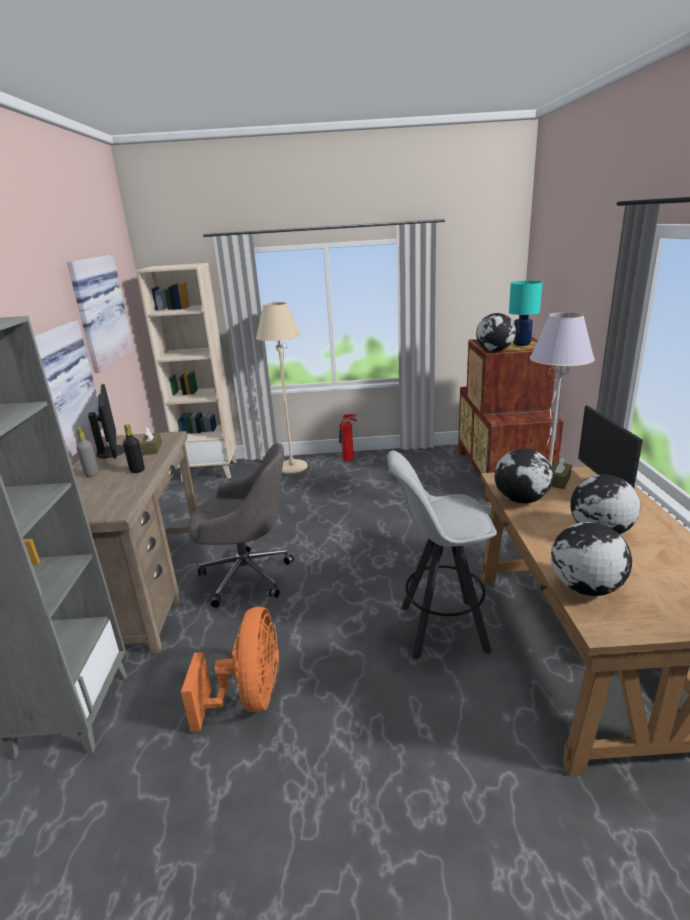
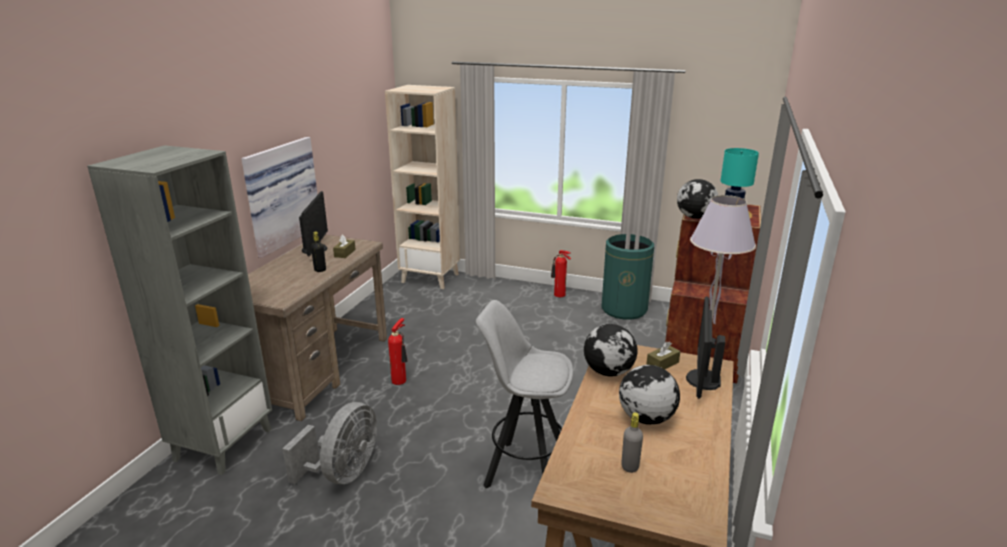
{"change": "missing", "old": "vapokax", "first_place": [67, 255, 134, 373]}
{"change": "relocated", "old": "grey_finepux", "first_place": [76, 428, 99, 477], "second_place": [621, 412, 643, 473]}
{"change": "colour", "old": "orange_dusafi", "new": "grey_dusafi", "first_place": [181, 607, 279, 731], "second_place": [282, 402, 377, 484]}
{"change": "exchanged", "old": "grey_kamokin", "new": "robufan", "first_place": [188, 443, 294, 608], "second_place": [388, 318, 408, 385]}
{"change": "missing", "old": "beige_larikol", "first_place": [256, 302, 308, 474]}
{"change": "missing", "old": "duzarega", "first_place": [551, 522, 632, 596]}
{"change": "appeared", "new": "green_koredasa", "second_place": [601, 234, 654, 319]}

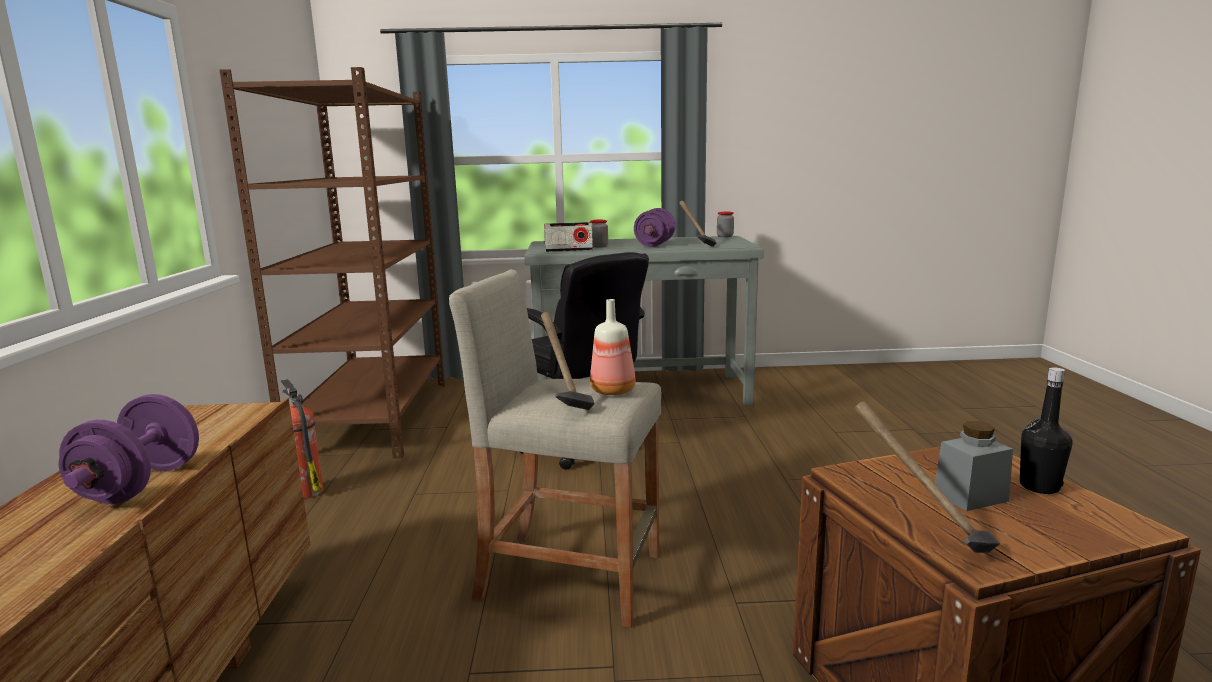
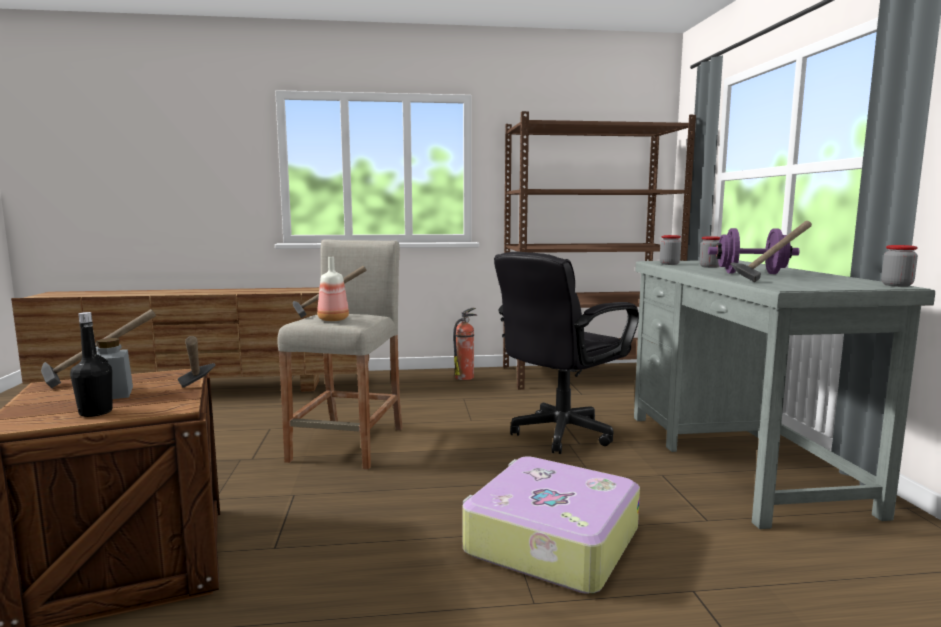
{"change": "missing", "old": "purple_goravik", "first_place": [59, 394, 199, 504]}
{"change": "exchanged", "old": "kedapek", "new": "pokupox", "first_place": [544, 222, 593, 252], "second_place": [660, 235, 681, 265]}
{"change": "appeared", "new": "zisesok", "second_place": [178, 336, 216, 388]}
{"change": "appeared", "new": "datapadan", "second_place": [463, 456, 640, 594]}

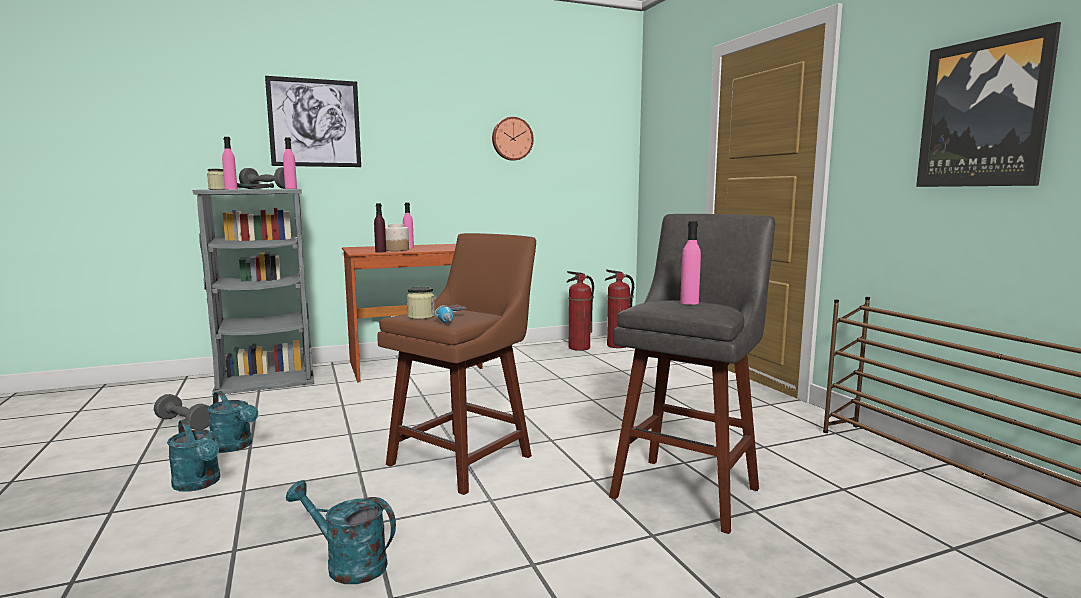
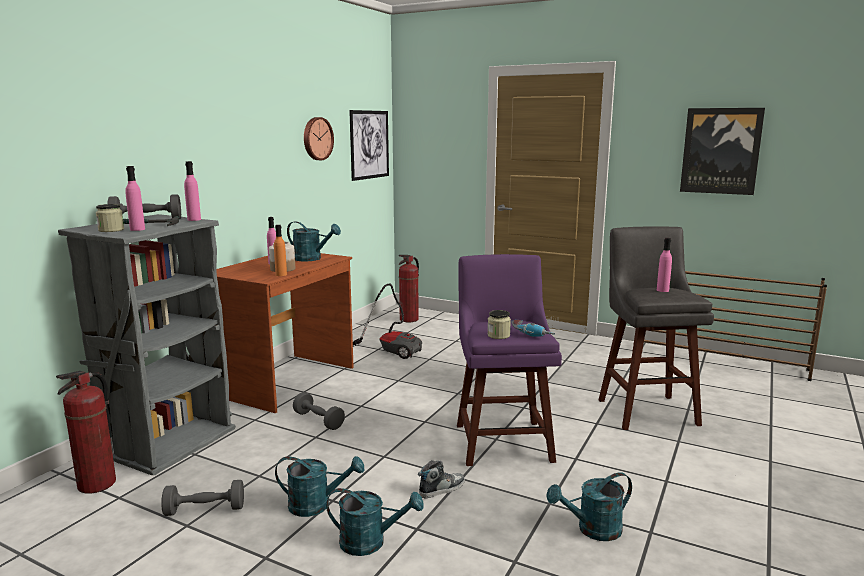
{"change": "relocated", "old": "vapokax", "first_place": [265, 76, 361, 167], "second_place": [349, 110, 389, 181]}
{"change": "colour", "old": "purple_finepux", "new": "orange_finepux", "first_place": [374, 203, 386, 252], "second_place": [274, 225, 287, 276]}
{"change": "colour", "old": "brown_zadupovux", "new": "purple_zadupovux", "first_place": [378, 233, 536, 495], "second_place": [457, 254, 562, 466]}
{"change": "relocated", "old": "robufan", "first_place": [566, 271, 594, 351], "second_place": [56, 371, 116, 494]}
{"change": "appeared", "new": "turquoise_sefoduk", "second_place": [287, 221, 341, 261]}
{"change": "appeared", "new": "grey_goravik", "second_place": [293, 392, 345, 430]}
{"change": "appeared", "new": "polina", "second_place": [353, 283, 422, 359]}
{"change": "appeared", "new": "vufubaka", "second_place": [418, 460, 465, 499]}

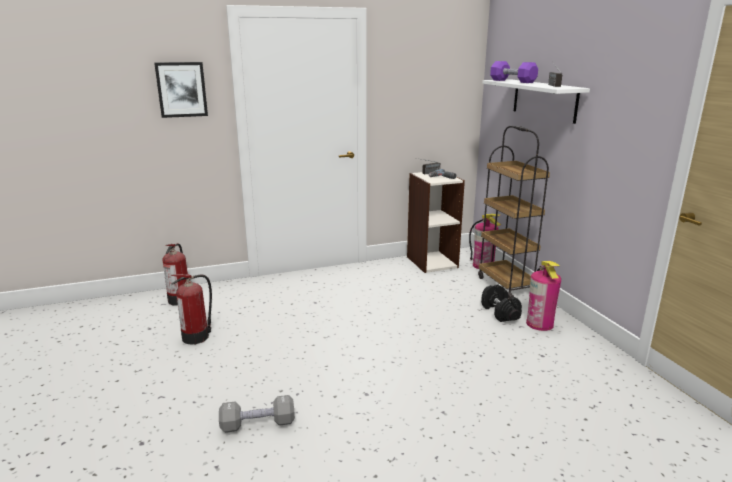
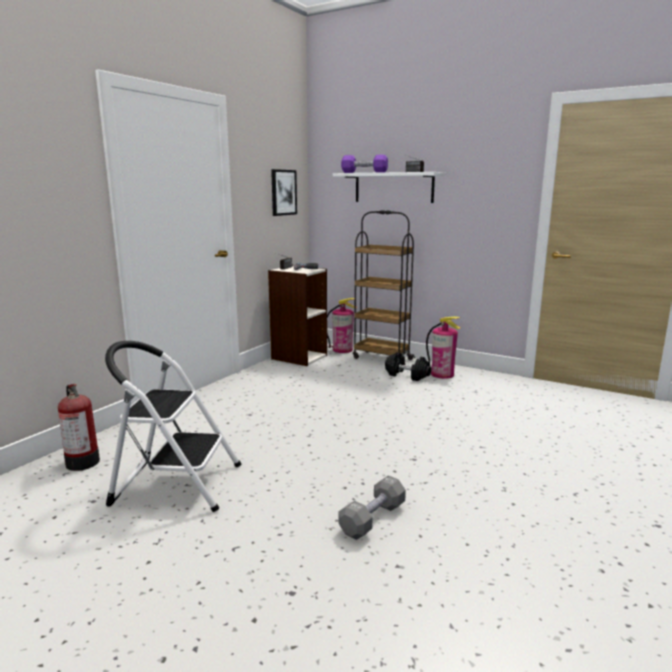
{"change": "relocated", "old": "vapokax", "first_place": [154, 62, 208, 118], "second_place": [271, 169, 297, 216]}
{"change": "exchanged", "old": "robufan", "new": "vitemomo", "first_place": [171, 274, 212, 344], "second_place": [105, 341, 241, 512]}

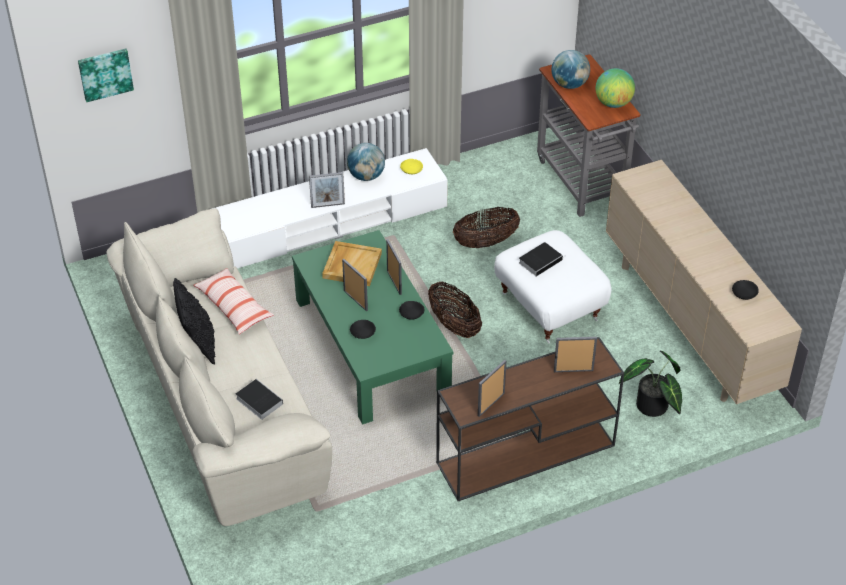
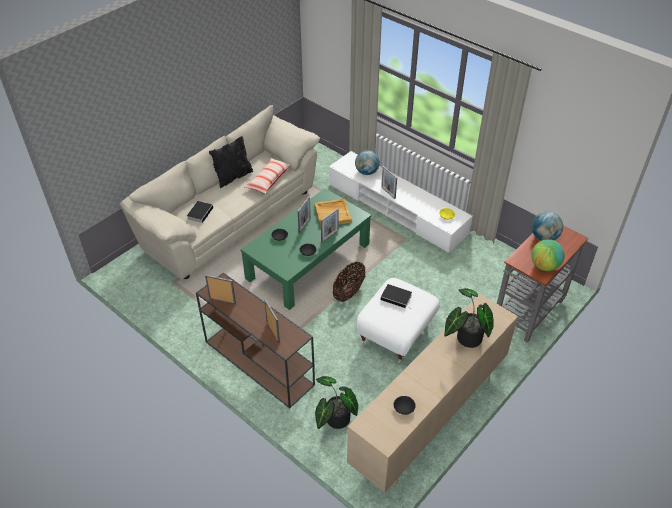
{"change": "missing", "old": "vapokax", "first_place": [78, 49, 134, 102]}
{"change": "relocated", "old": "duzarega", "first_place": [347, 143, 385, 181], "second_place": [355, 150, 380, 175]}
{"change": "missing", "old": "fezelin", "first_place": [453, 207, 520, 248]}
{"change": "appeared", "new": "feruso", "second_place": [444, 288, 494, 348]}

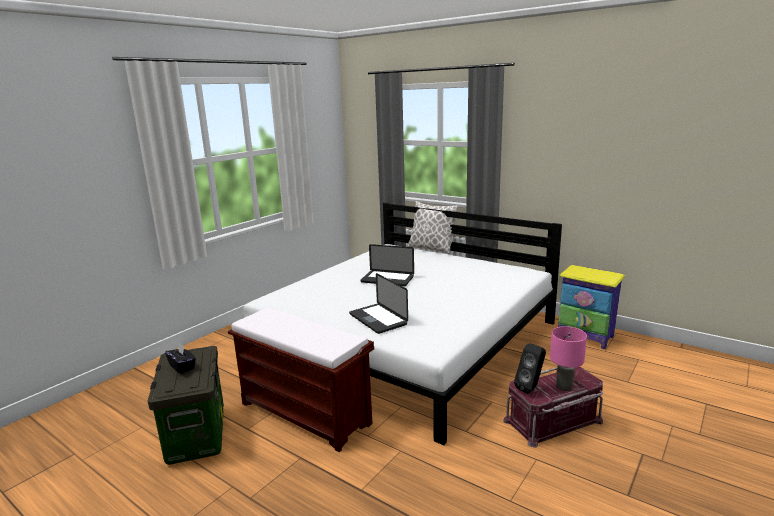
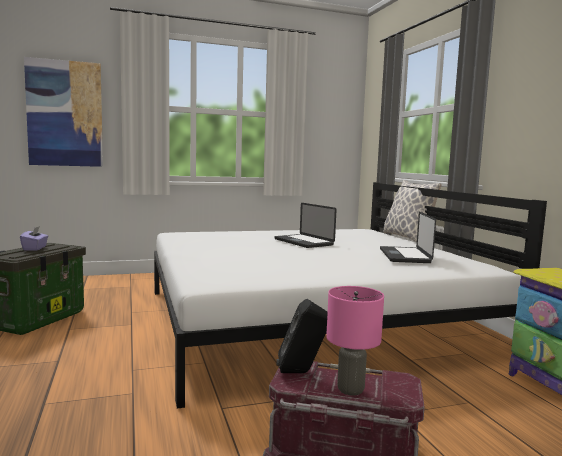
{"change": "colour", "old": "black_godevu", "new": "purple_godevu", "first_place": [165, 344, 196, 374], "second_place": [20, 226, 48, 250]}
{"change": "missing", "old": "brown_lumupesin", "first_place": [228, 307, 374, 452]}
{"change": "relocated", "old": "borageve", "first_place": [349, 273, 408, 334], "second_place": [380, 211, 436, 263]}
{"change": "appeared", "new": "vapokax", "second_place": [24, 57, 103, 167]}

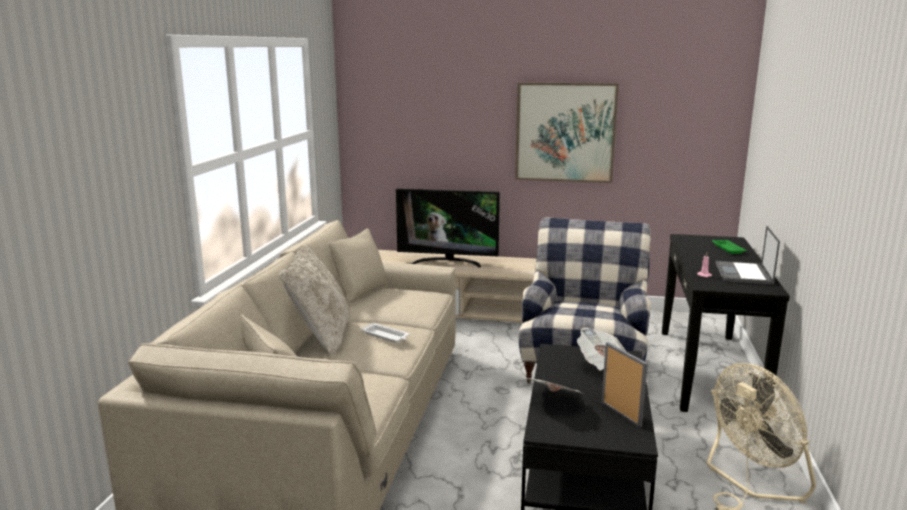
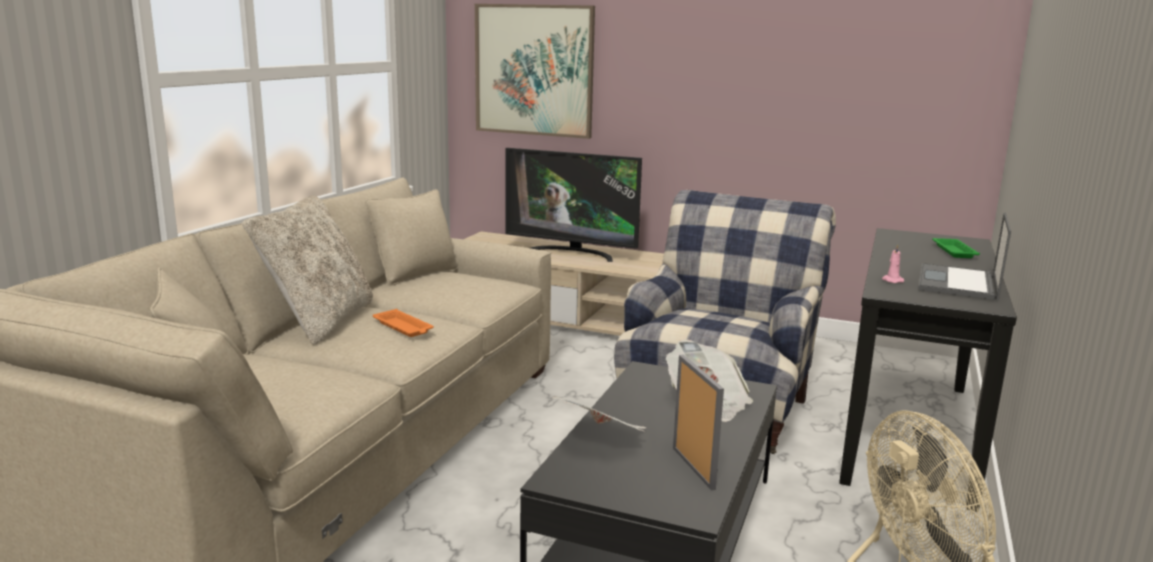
{"change": "colour", "old": "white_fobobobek", "new": "orange_fobobobek", "first_place": [361, 323, 409, 343], "second_place": [373, 309, 434, 337]}
{"change": "relocated", "old": "vapokax", "first_place": [515, 82, 619, 183], "second_place": [475, 4, 595, 139]}

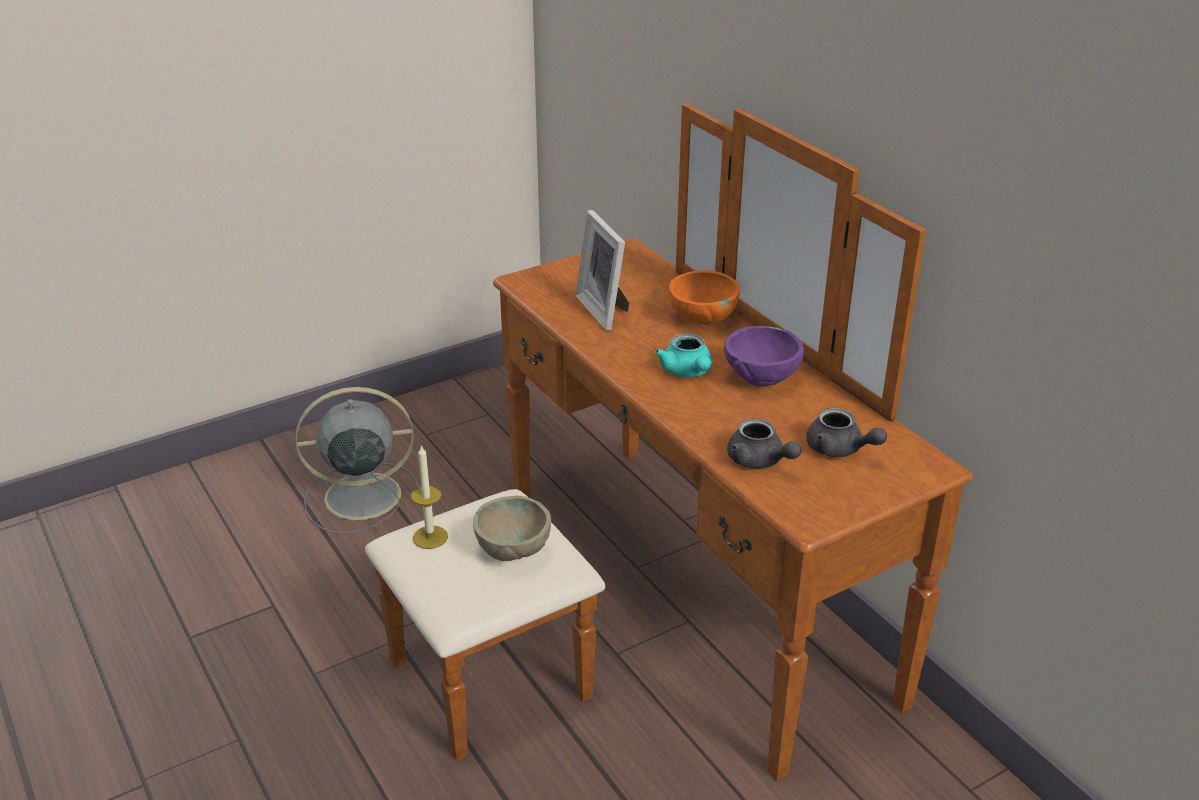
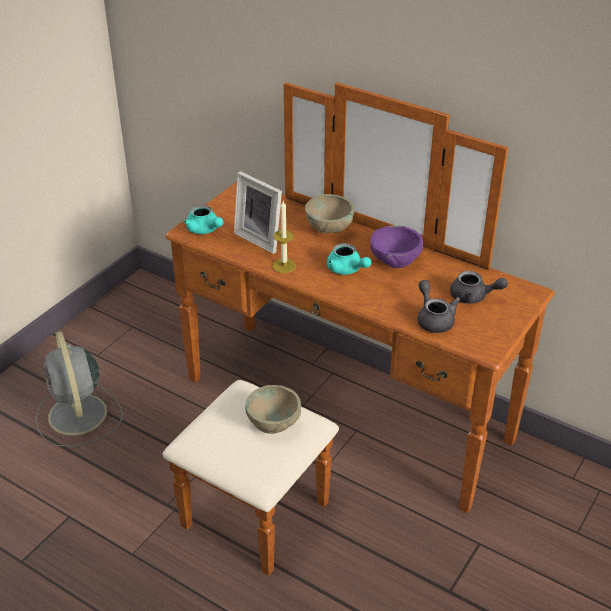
{"change": "spun", "old": "grey_dusafi", "first_place": [296, 387, 419, 534], "second_place": [35, 331, 123, 447], "degrees": -75}
{"change": "relocated", "old": "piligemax", "first_place": [411, 445, 448, 549], "second_place": [272, 201, 296, 273]}
{"change": "colour", "old": "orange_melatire", "new": "beige_melatire", "first_place": [669, 270, 740, 325], "second_place": [305, 194, 354, 234]}
{"change": "spun", "old": "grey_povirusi", "first_place": [727, 418, 802, 469], "second_place": [417, 280, 460, 333], "degrees": -135}
{"change": "appeared", "new": "turquoise_povirusi", "second_place": [184, 205, 223, 234]}

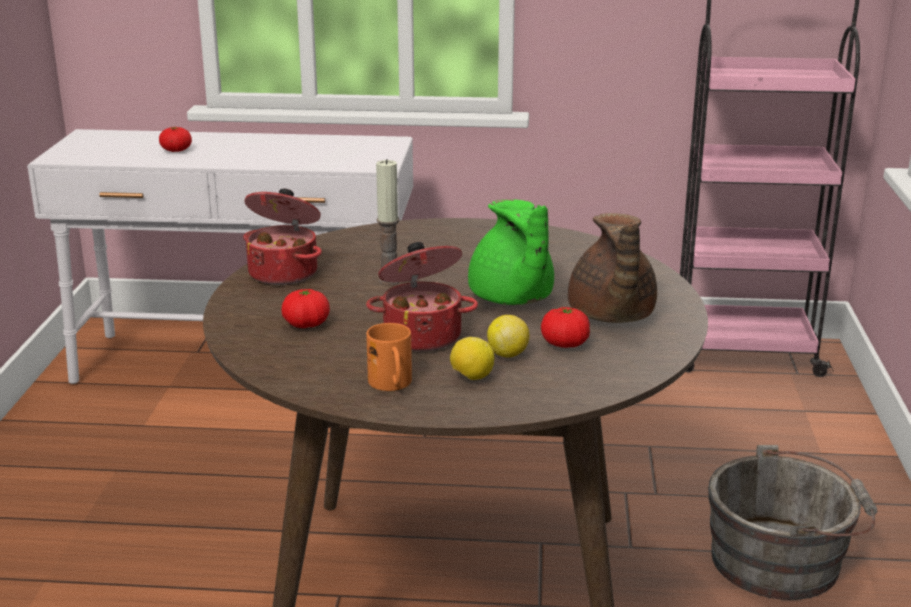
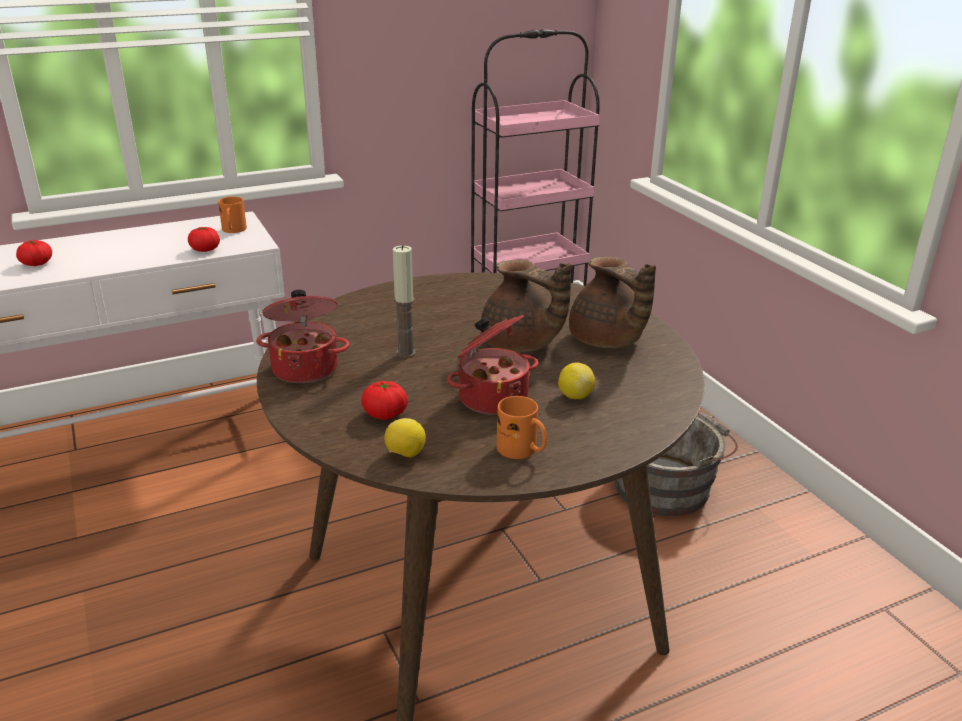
{"change": "relocated", "old": "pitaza", "first_place": [450, 337, 494, 380], "second_place": [384, 418, 425, 458]}
{"change": "colour", "old": "green_povirusi", "new": "brown_povirusi", "first_place": [468, 199, 554, 305], "second_place": [481, 260, 572, 352]}
{"change": "relocated", "old": "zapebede", "first_place": [541, 307, 590, 348], "second_place": [188, 227, 220, 252]}
{"change": "appeared", "new": "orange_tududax", "second_place": [218, 197, 247, 233]}

